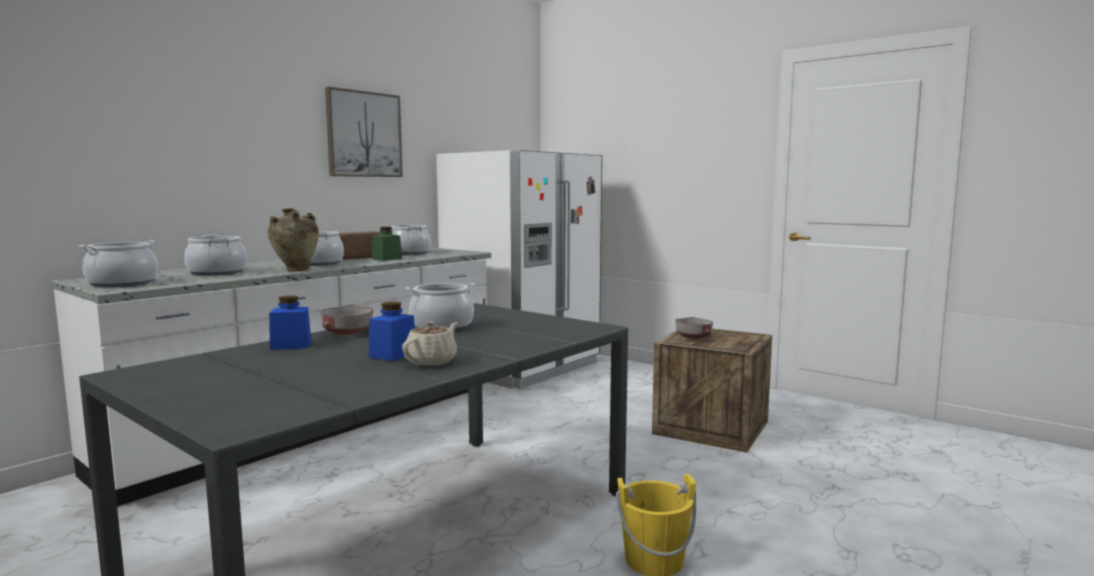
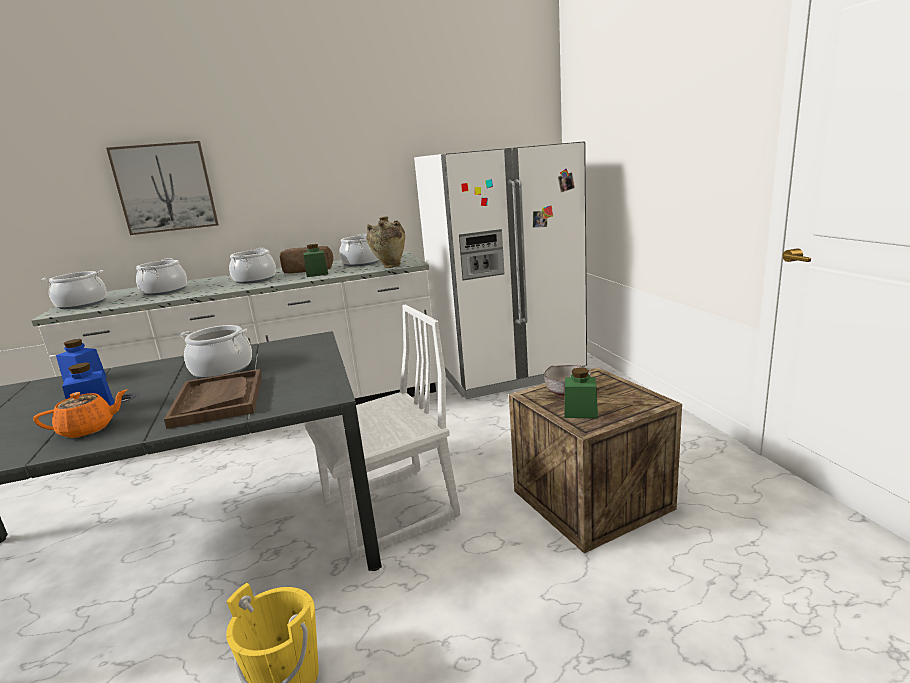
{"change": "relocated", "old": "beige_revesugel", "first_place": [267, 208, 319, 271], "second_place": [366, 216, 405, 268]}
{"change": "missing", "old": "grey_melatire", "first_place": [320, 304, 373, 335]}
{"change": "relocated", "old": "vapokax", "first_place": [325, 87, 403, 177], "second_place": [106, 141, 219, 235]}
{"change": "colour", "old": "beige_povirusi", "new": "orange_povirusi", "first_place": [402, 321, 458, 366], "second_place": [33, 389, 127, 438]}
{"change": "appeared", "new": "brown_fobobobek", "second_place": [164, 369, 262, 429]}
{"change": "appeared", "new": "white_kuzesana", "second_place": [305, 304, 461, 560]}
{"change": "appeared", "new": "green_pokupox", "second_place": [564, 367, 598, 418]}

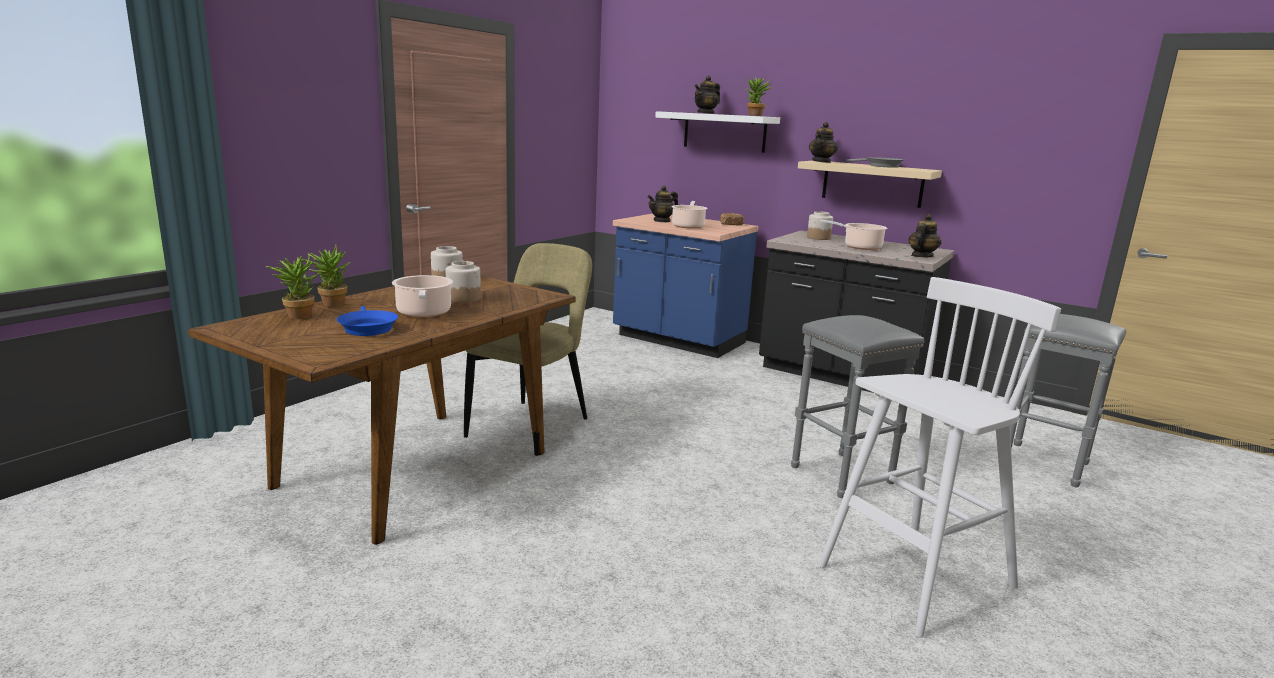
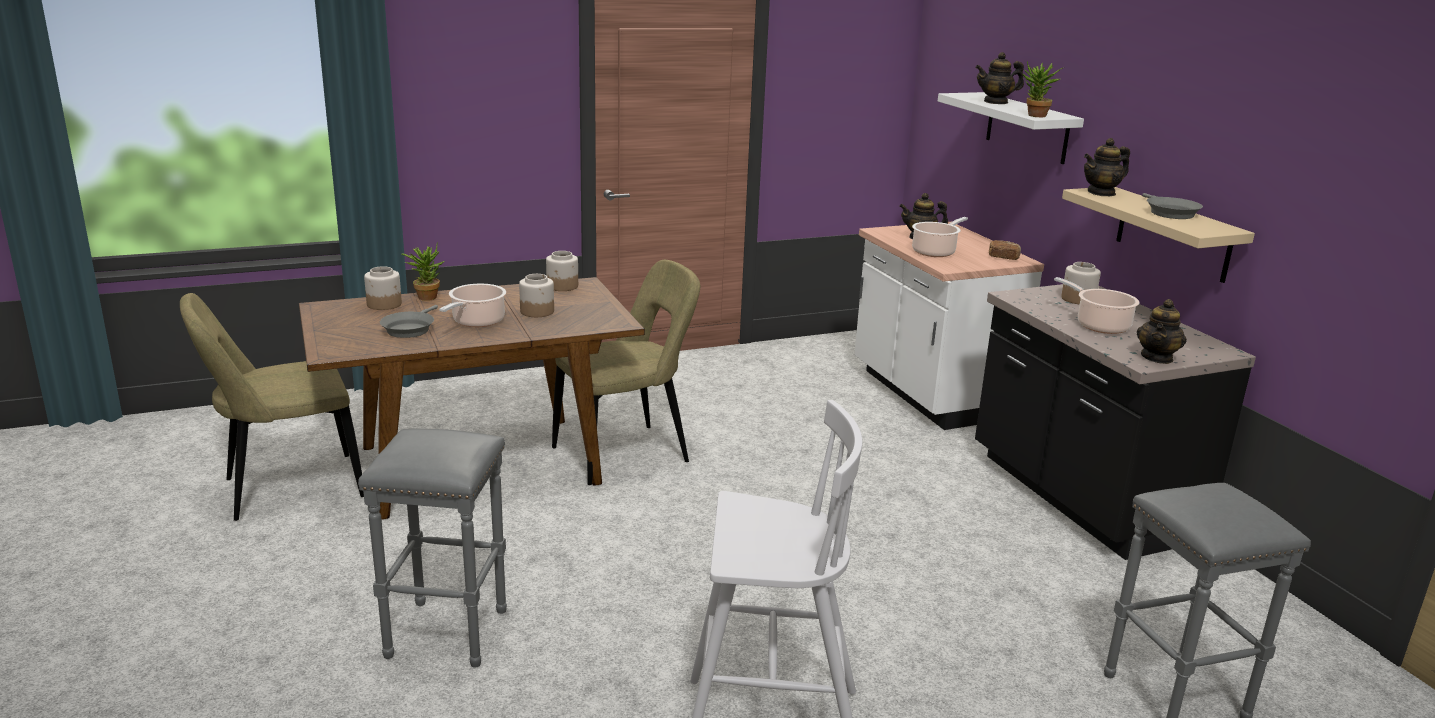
{"change": "exchanged", "old": "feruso", "new": "pokupox", "first_place": [266, 252, 320, 319], "second_place": [364, 266, 402, 310]}
{"change": "colour", "old": "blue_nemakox", "new": "grey_nemakox", "first_place": [337, 306, 398, 336], "second_place": [380, 305, 438, 338]}
{"change": "colour", "old": "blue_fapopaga", "new": "white_fapopaga", "first_place": [613, 214, 759, 358], "second_place": [855, 222, 1044, 430]}
{"change": "relocated", "old": "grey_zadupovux", "first_place": [791, 315, 924, 498], "second_place": [358, 429, 507, 668]}
{"change": "spun", "old": "povirusi", "first_place": [908, 214, 942, 257], "second_place": [1137, 299, 1187, 364], "degrees": 135}
{"change": "appeared", "new": "beige_kuzesana", "second_place": [180, 293, 364, 521]}

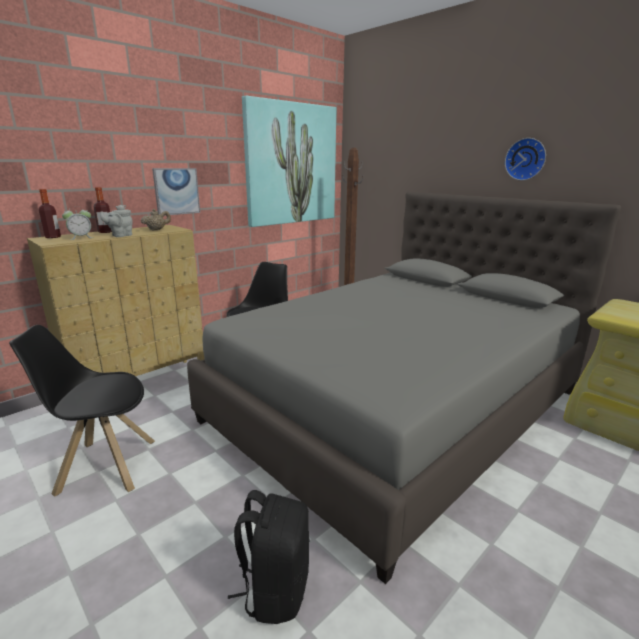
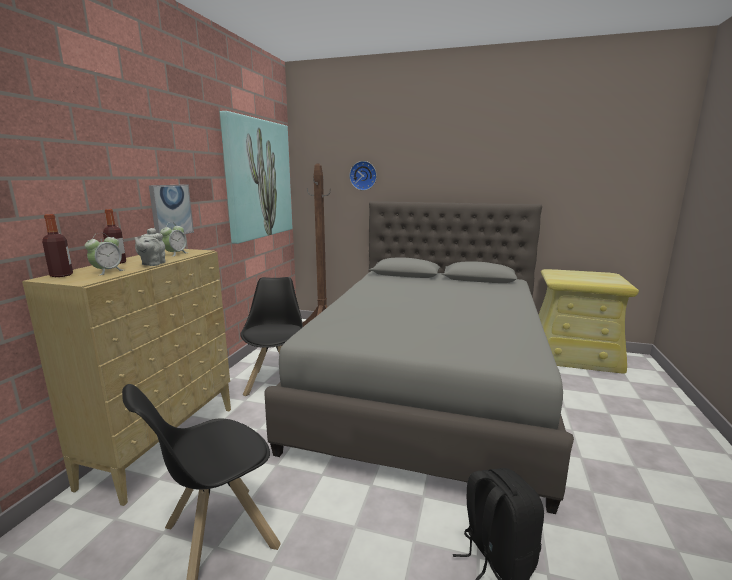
{"change": "exchanged", "old": "beige_povirusi", "new": "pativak", "first_place": [141, 209, 171, 231], "second_place": [160, 222, 187, 257]}
{"change": "relocated", "old": "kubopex", "first_place": [505, 138, 546, 181], "second_place": [349, 161, 377, 190]}

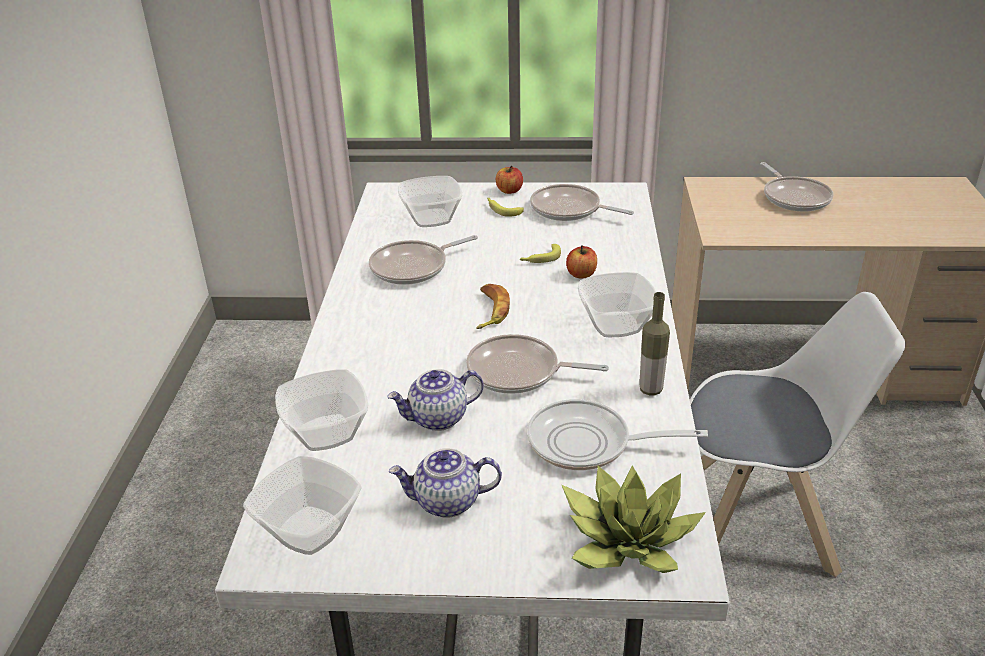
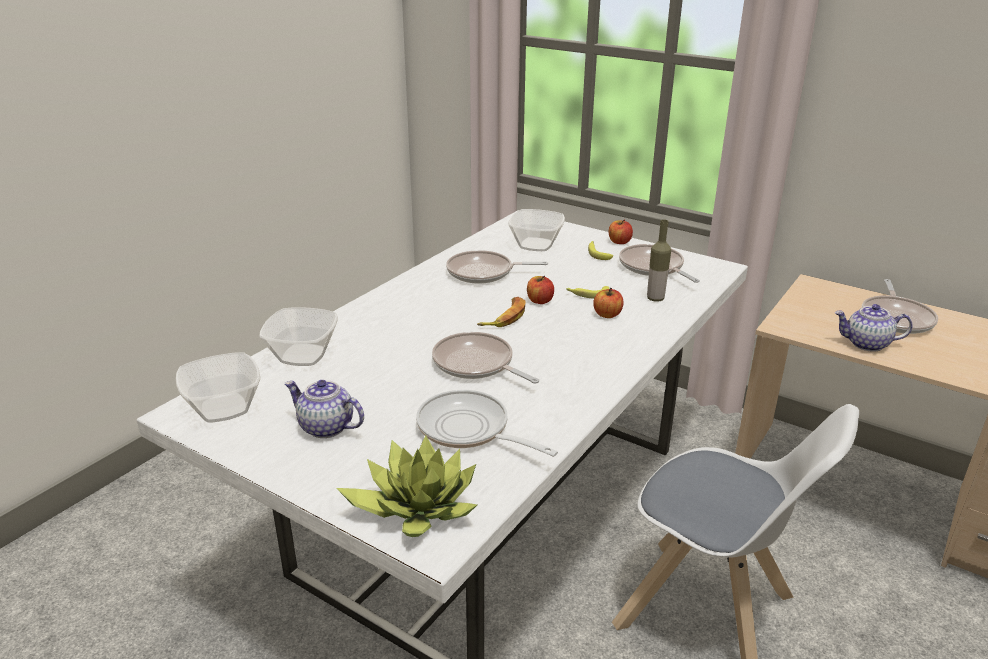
{"change": "relocated", "old": "povirusi", "first_place": [387, 369, 484, 431], "second_place": [835, 304, 912, 352]}
{"change": "missing", "old": "melatire", "first_place": [578, 272, 656, 337]}
{"change": "relocated", "old": "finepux", "first_place": [639, 292, 670, 395], "second_place": [647, 220, 671, 302]}
{"change": "appeared", "new": "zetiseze", "second_place": [527, 276, 554, 304]}

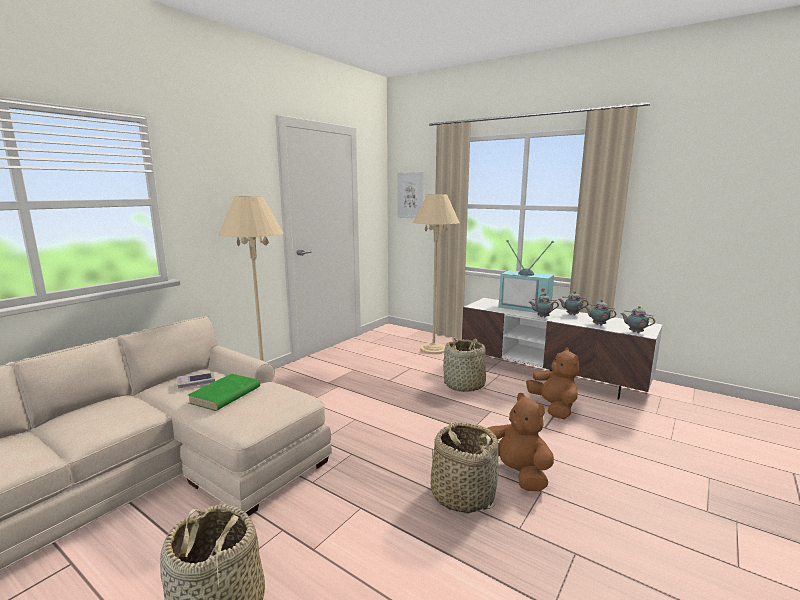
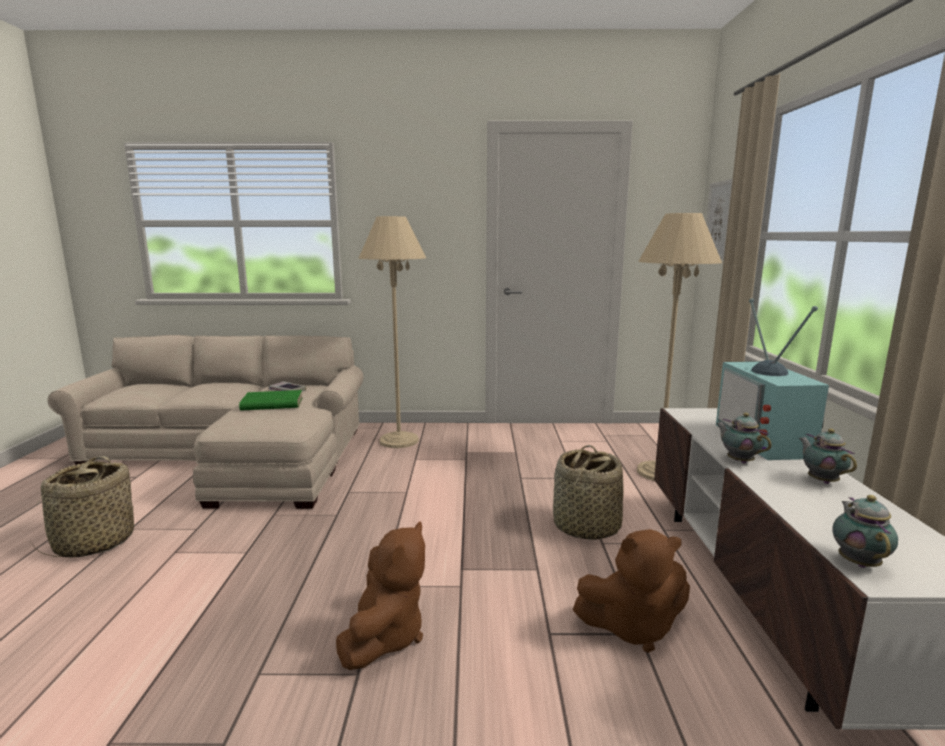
{"change": "missing", "old": "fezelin", "first_place": [431, 422, 499, 513]}
{"change": "spun", "old": "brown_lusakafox", "first_place": [526, 348, 579, 419], "second_place": [573, 529, 690, 653], "degrees": 45}
{"change": "missing", "old": "povirusi", "first_place": [585, 300, 616, 326]}

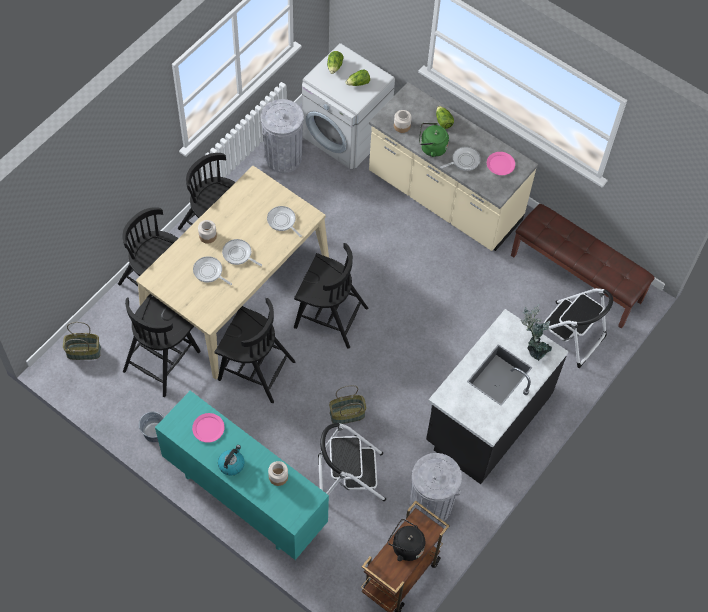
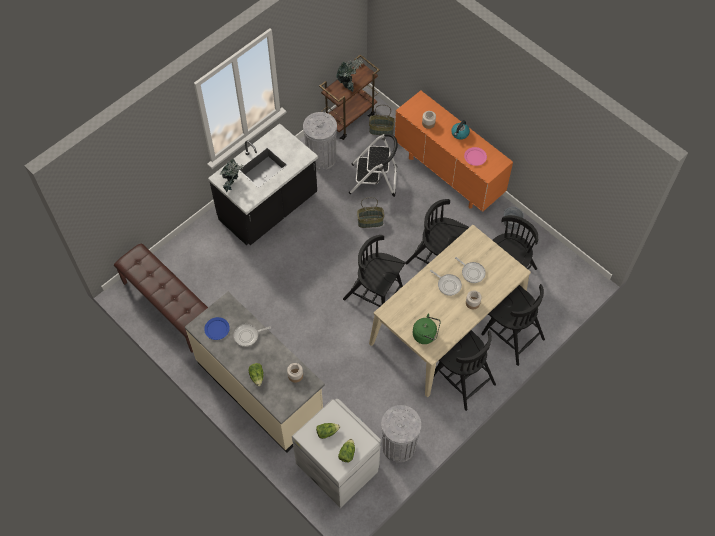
{"change": "relocated", "old": "fezelin", "first_place": [63, 322, 101, 360], "second_place": [369, 105, 395, 135]}
{"change": "colour", "old": "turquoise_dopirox", "new": "orange_dopirox", "first_place": [155, 391, 329, 560], "second_place": [395, 90, 513, 212]}
{"change": "missing", "old": "nemakox", "first_place": [267, 206, 302, 237]}
{"change": "exchanged", "old": "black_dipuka", "new": "feruso", "first_place": [388, 519, 425, 561], "second_place": [336, 58, 363, 92]}
{"change": "relocated", "old": "green_dipuka", "first_place": [419, 123, 449, 157], "second_place": [413, 313, 441, 344]}
{"change": "colour", "old": "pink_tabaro", "new": "blue_tabaro", "first_place": [487, 152, 515, 175], "second_place": [204, 317, 230, 340]}
{"change": "missing", "old": "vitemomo", "first_place": [543, 288, 613, 368]}

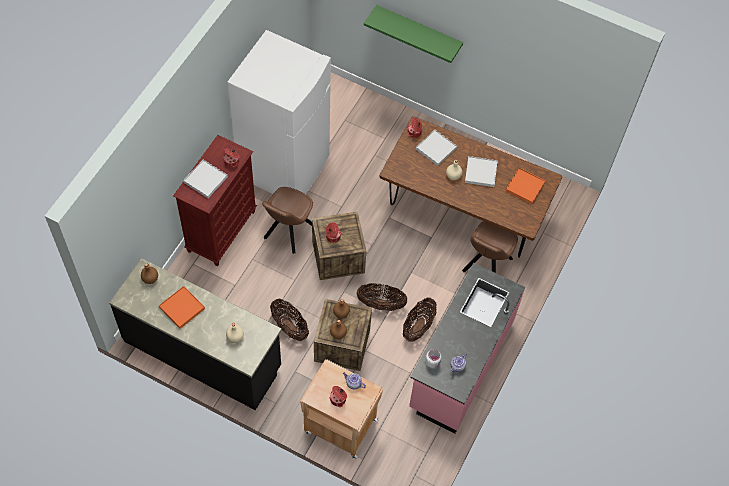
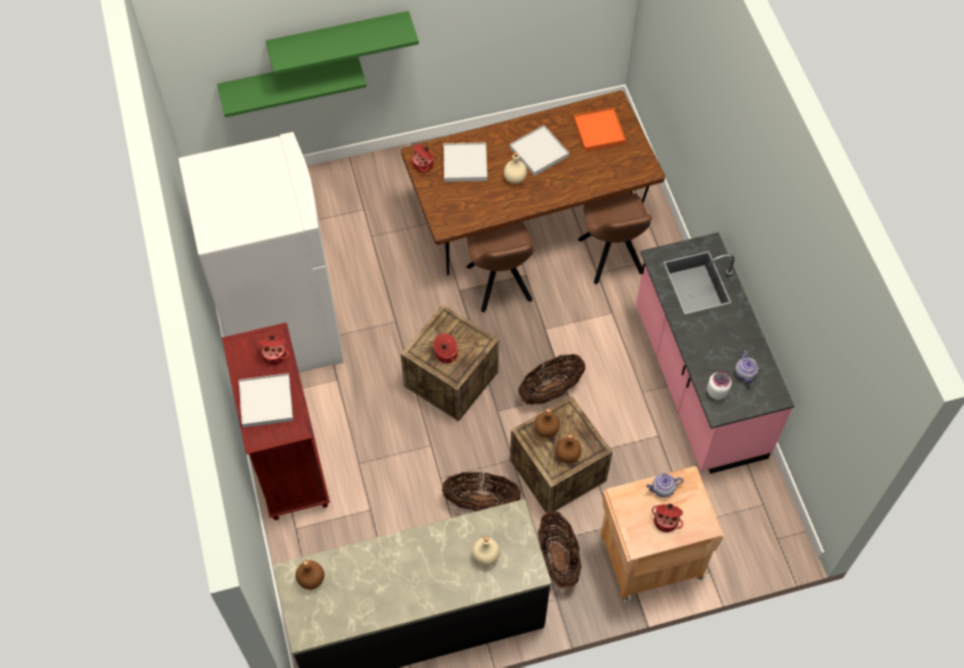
{"change": "missing", "old": "orange_fobobobek", "first_place": [159, 286, 205, 329]}
{"change": "relocated", "old": "brown_kuzesana", "first_place": [262, 187, 313, 254], "second_place": [466, 222, 534, 312]}
{"change": "relocated", "old": "fezelin", "first_place": [403, 298, 437, 342], "second_place": [538, 511, 582, 588]}
{"change": "appeared", "new": "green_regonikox", "second_place": [217, 57, 367, 117]}

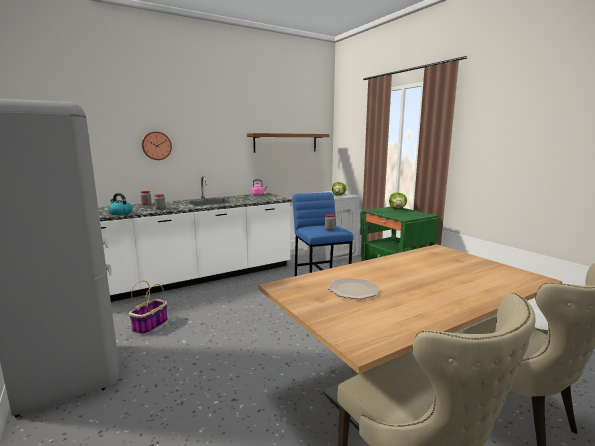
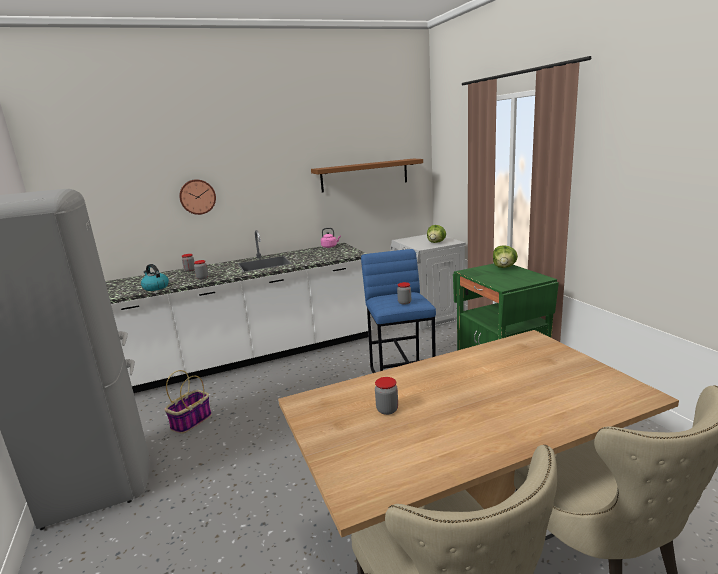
{"change": "exchanged", "old": "tabaro", "new": "pokupox", "first_place": [328, 278, 379, 299], "second_place": [375, 377, 398, 415]}

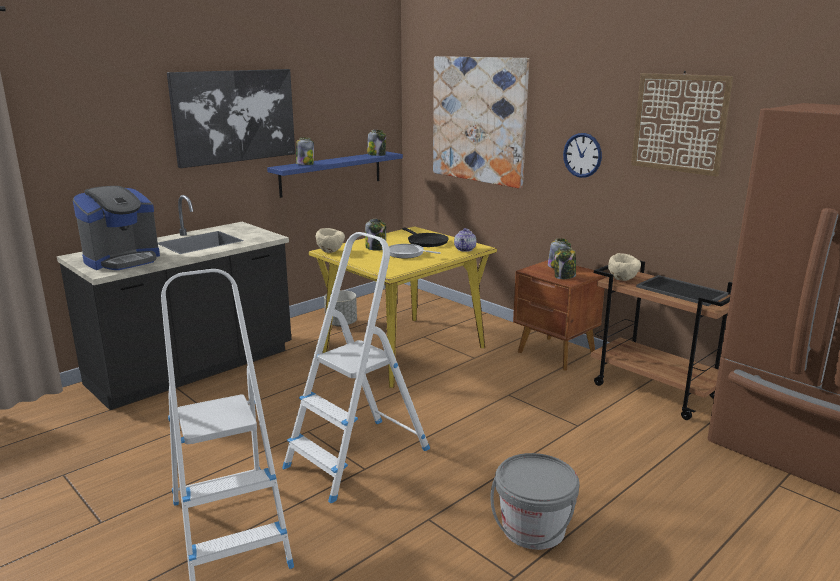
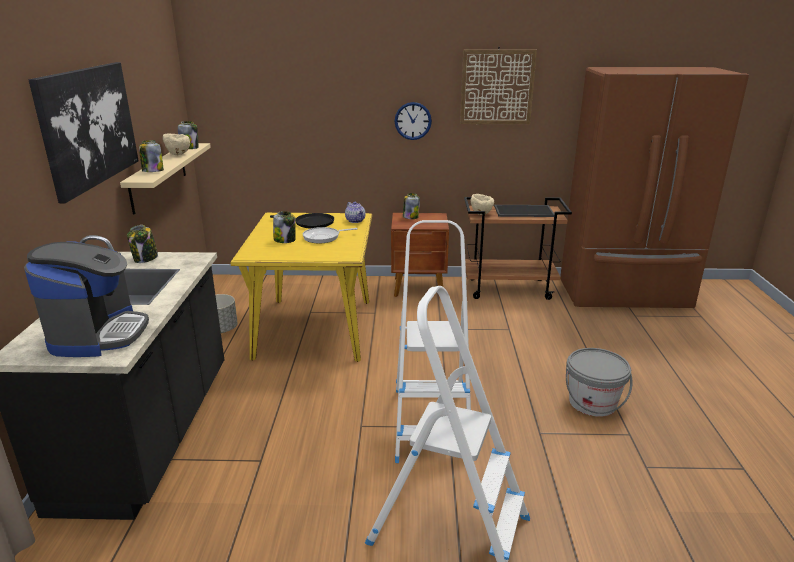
{"change": "colour", "old": "blue_regonikox", "new": "beige_regonikox", "first_place": [267, 151, 403, 198], "second_place": [120, 143, 211, 214]}
{"change": "relocated", "old": "beige_melatire", "first_place": [316, 228, 345, 253], "second_place": [163, 133, 190, 155]}
{"change": "missing", "old": "vapokax", "first_place": [433, 56, 529, 188]}
{"change": "relocated", "old": "pokupox", "first_place": [554, 247, 576, 279], "second_place": [127, 225, 158, 263]}

